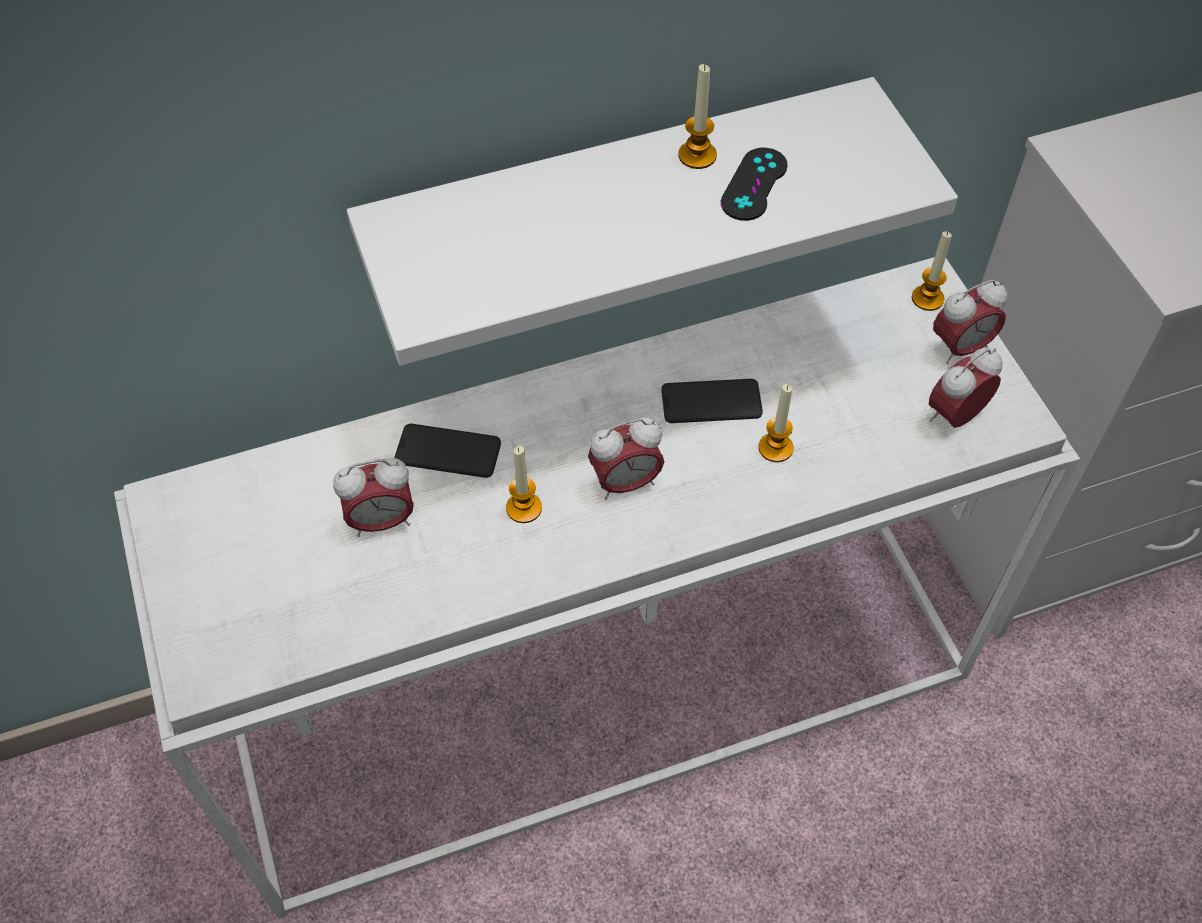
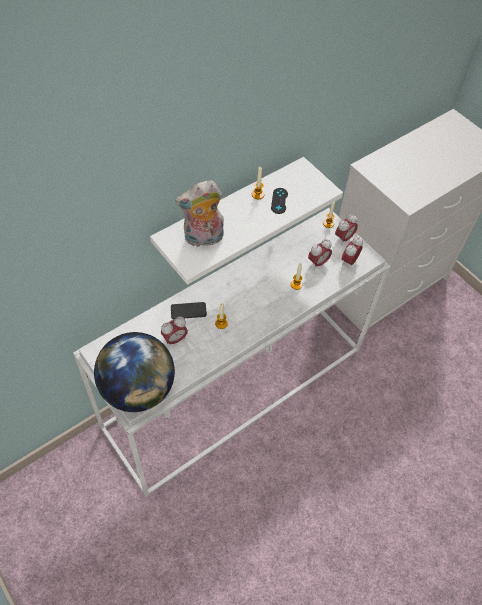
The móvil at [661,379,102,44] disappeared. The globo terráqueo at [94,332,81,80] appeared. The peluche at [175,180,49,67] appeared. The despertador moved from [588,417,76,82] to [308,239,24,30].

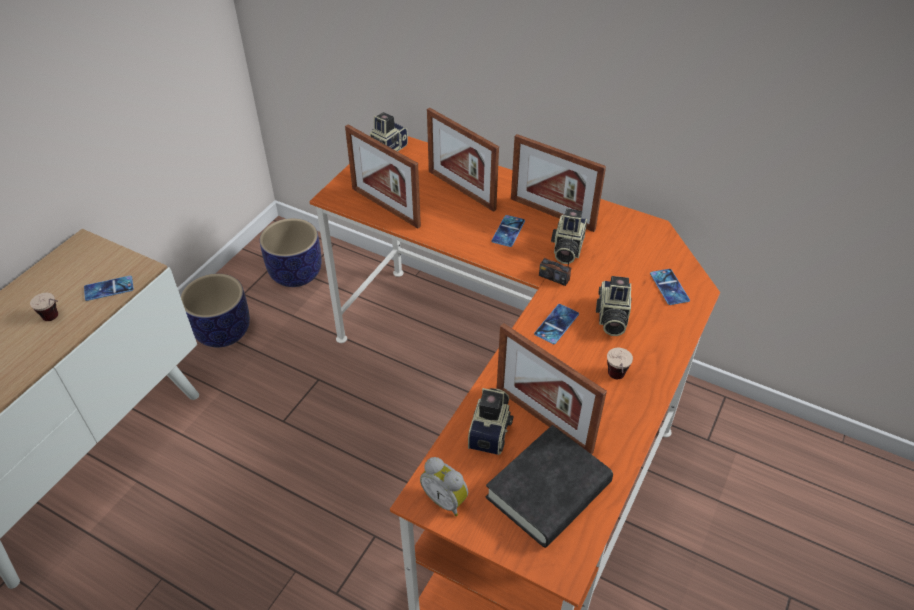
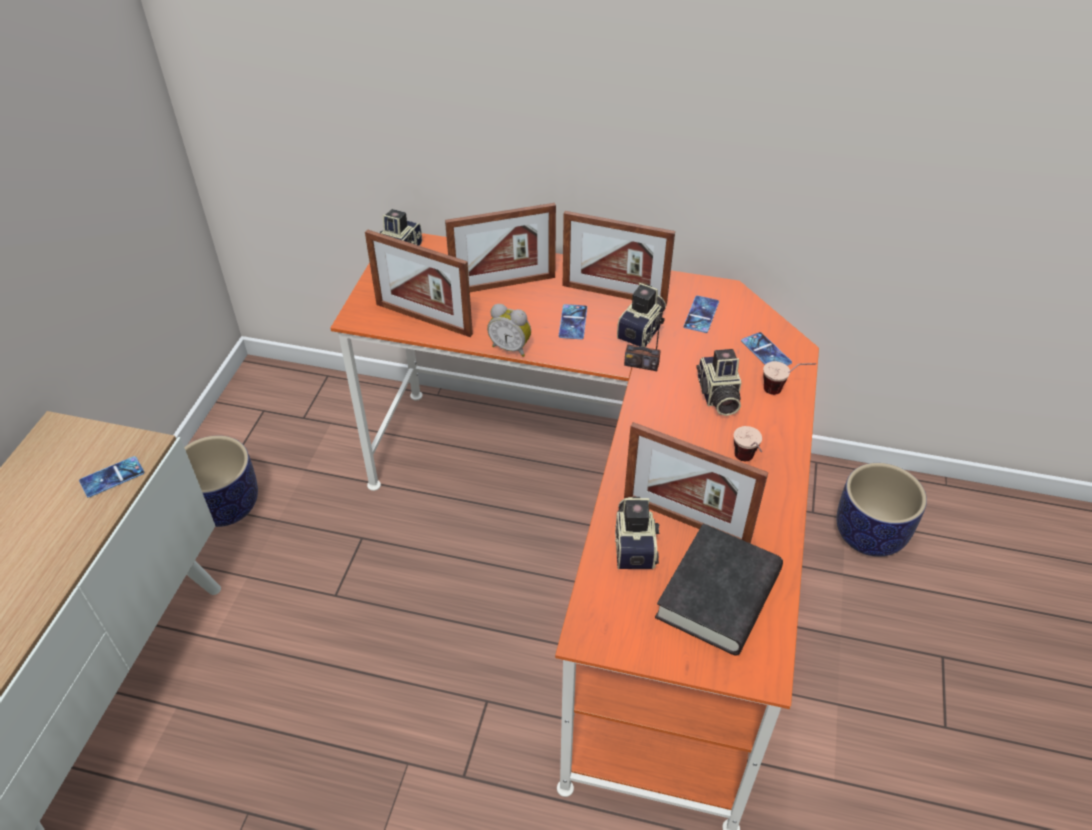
The taza moved from [30,293,28,28] to [763,361,53,34]. The maceta moved from [260,218,61,69] to [836,463,91,94]. The despertador moved from [420,457,48,59] to [487,304,44,53]. The móvil moved from [534,304,45,40] to [684,296,35,37]. The portarretratos at [427,108,72,104] turned 45 degrees counterclockwise. The cámara at [551,208,36,56] turned 150 degrees counterclockwise.

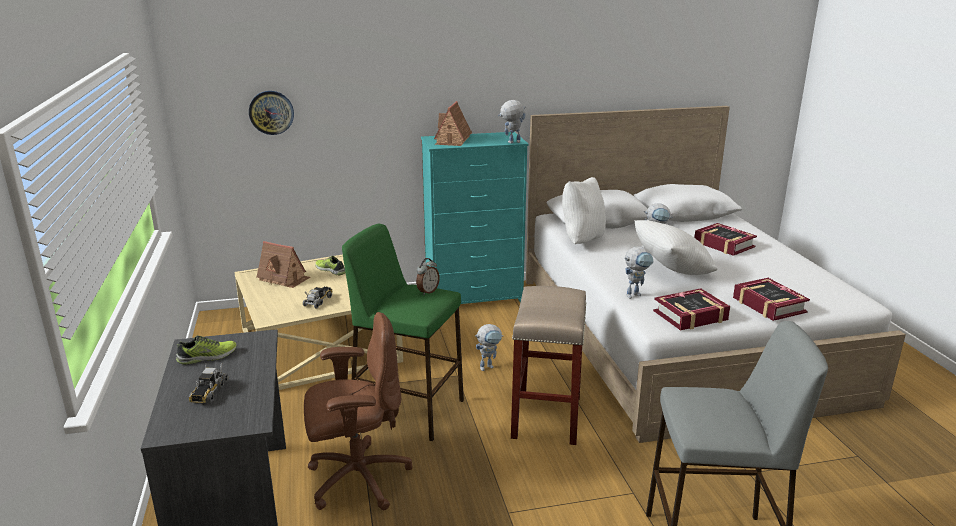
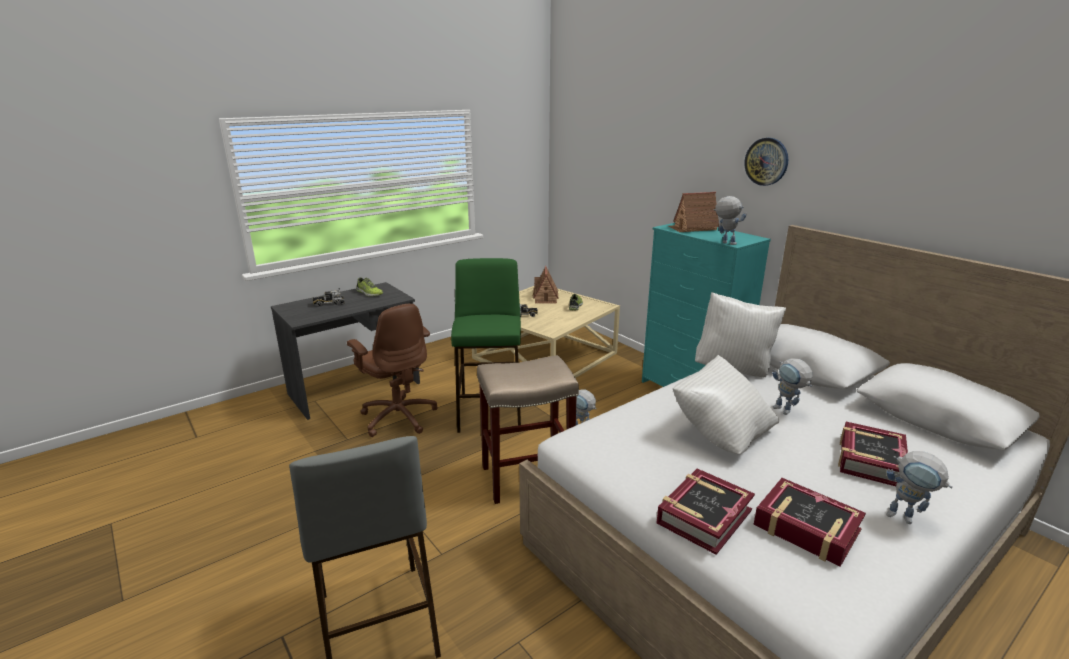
The despertador at [416,258,24,37] disappeared. The reloj de pared moved from [249,91,45,44] to [744,138,44,48]. The robot de juguete moved from [624,246,30,53] to [886,451,67,73]. The libro moved from [653,288,77,43] to [753,478,113,89].

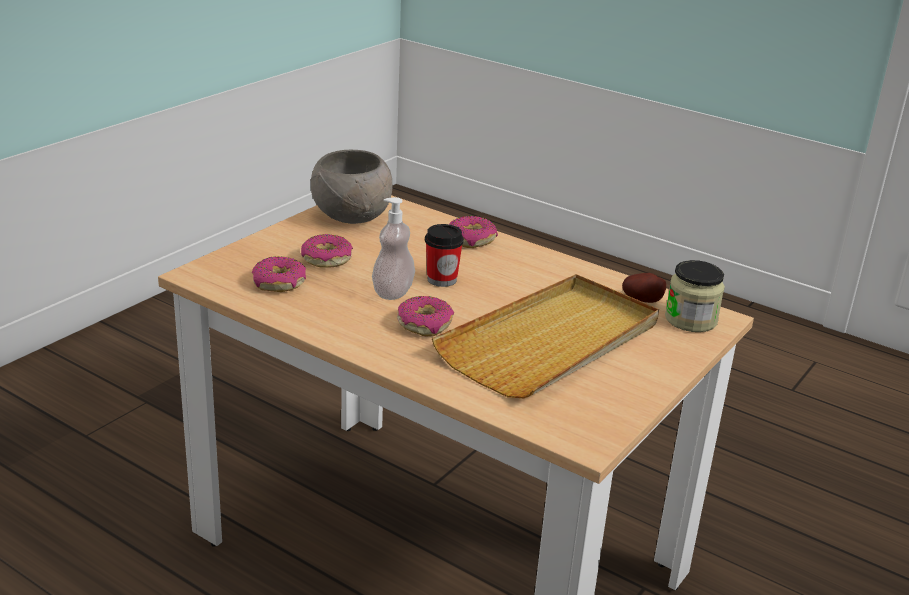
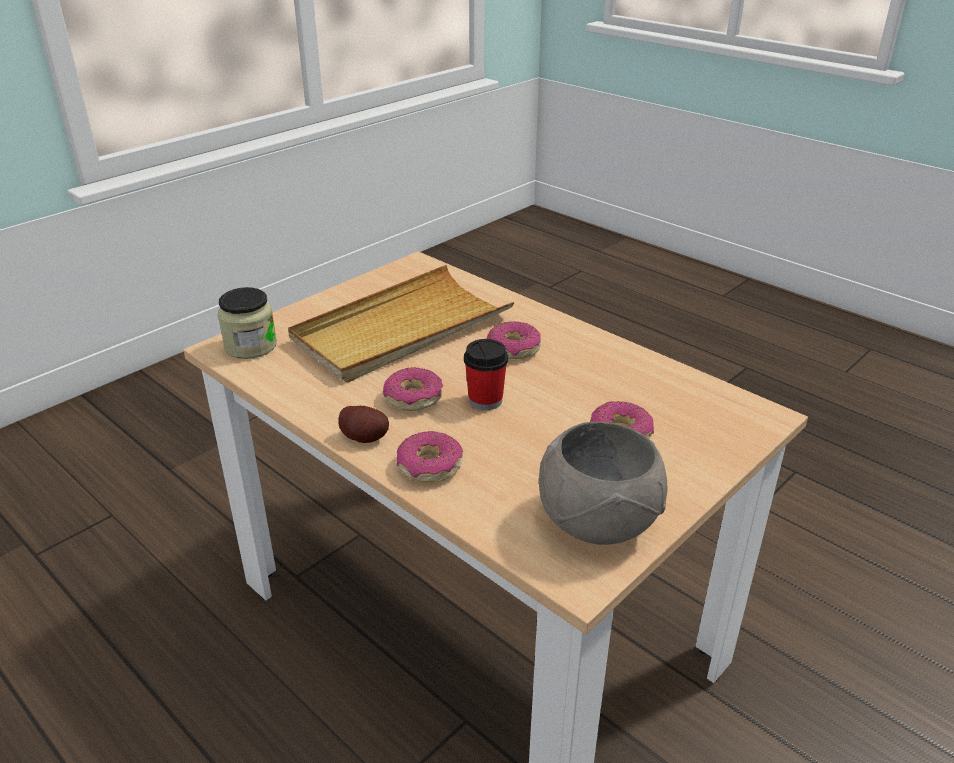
The dispensador de jabón at [372,197,43,103] disappeared. The rosquilla moved from [252,256,54,36] to [383,367,60,44]. The patata moved from [622,273,44,30] to [338,406,51,37].

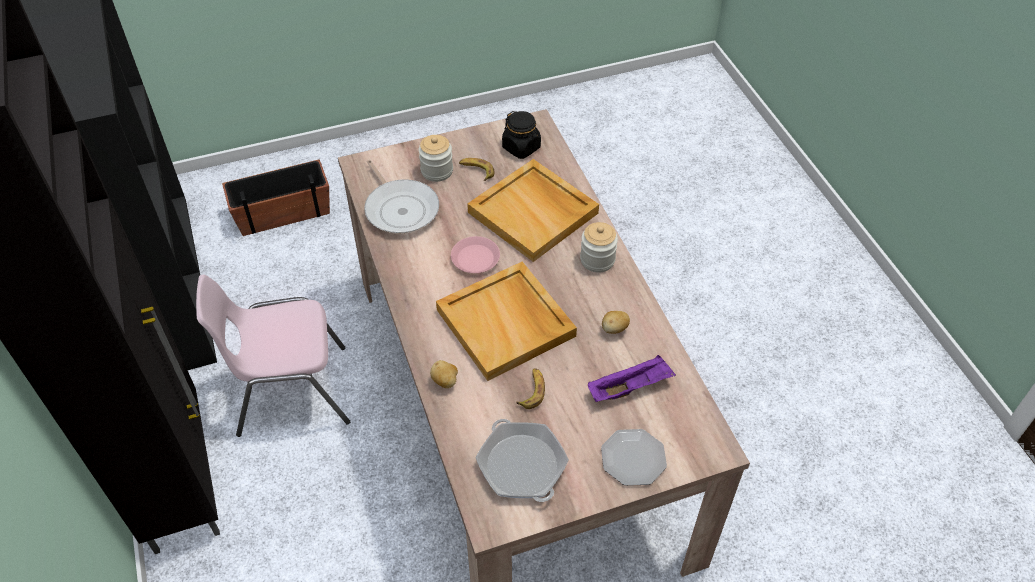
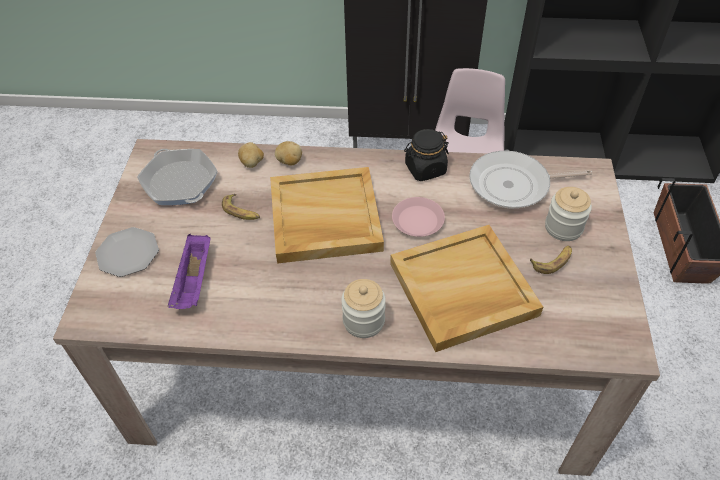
The tarro/negro moved from [502,111,39,48] to [404,129,45,52]. The patata moved from [602,311,28,23] to [238,142,26,26]. The sartén at [476,419,93,83] turned 120 degrees counterclockwise.

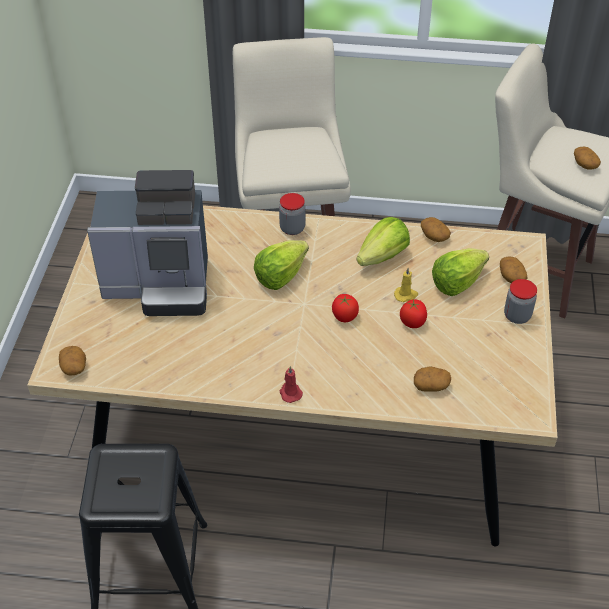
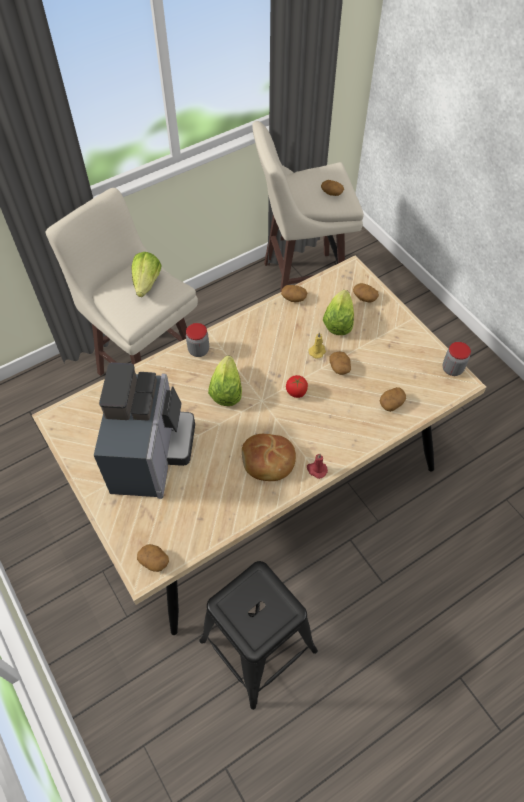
The pan at [242,434,54,47] appeared. The lechuga moved from [356,217,54,49] to [131,252,31,45]. The tarro moved from [504,279,33,45] to [443,342,28,34]. The tomate at [400,299,27,29] was replaced by the patata at [330,352,21,23]. The cafetera at [87,170,121,146] turned 45 degrees counterclockwise.

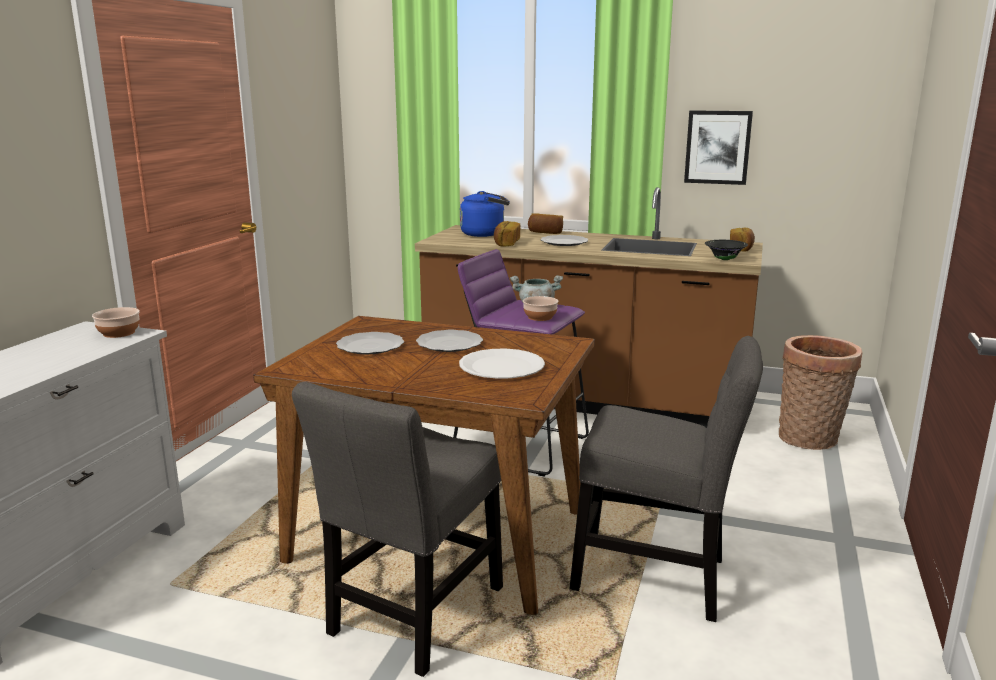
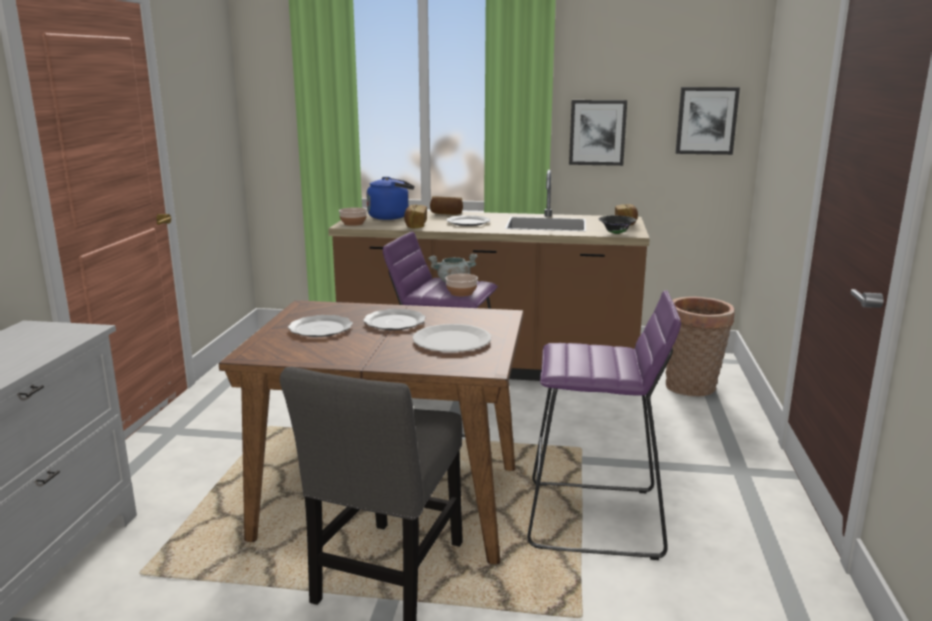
The cuadro at [676,87,64,68] appeared. The cuenco moved from [92,307,48,31] to [339,207,28,19]. The silla/gris at [569,336,194,286] was replaced by the taburete/morado at [527,290,154,270].

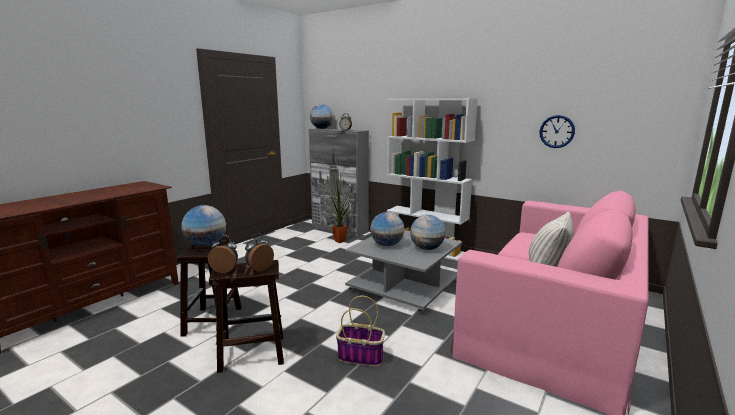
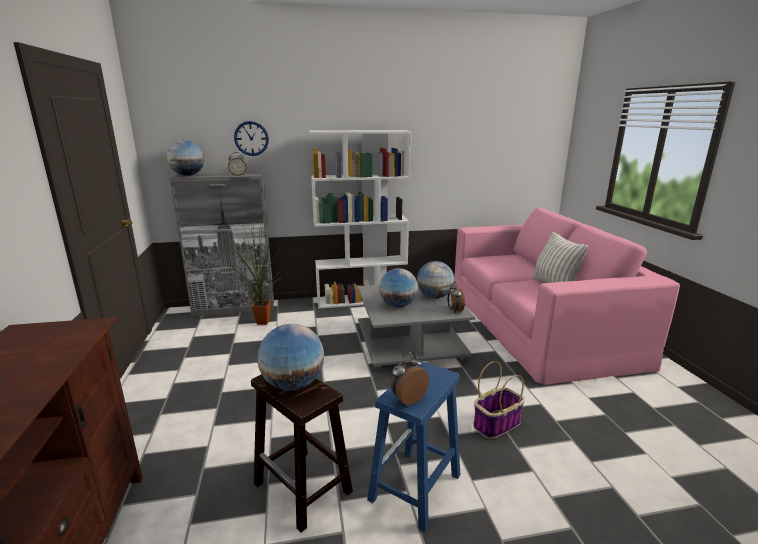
The despertador moved from [245,234,29,38] to [448,282,17,31]. The reloj de pared moved from [539,115,36,33] to [234,121,35,35]. The taburete/marrón at [209,260,75,113] became the taburete/azul at [367,361,93,171].

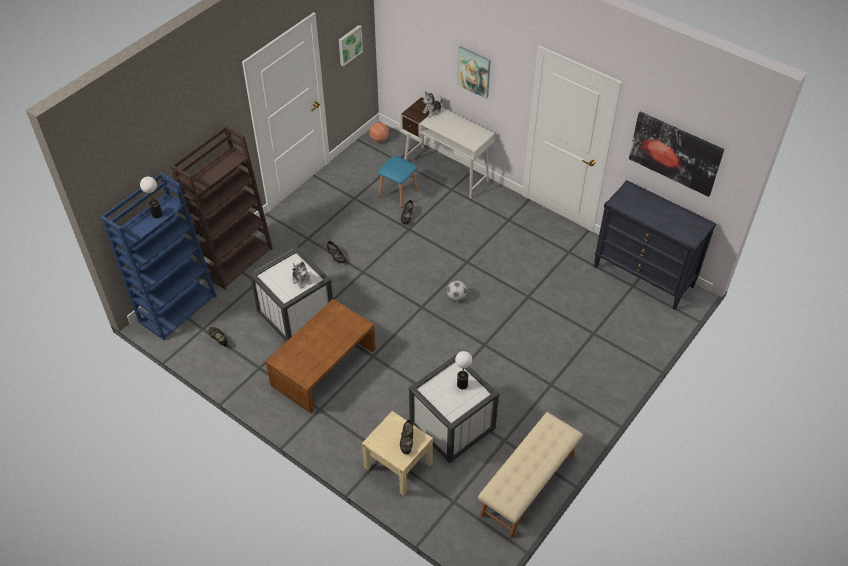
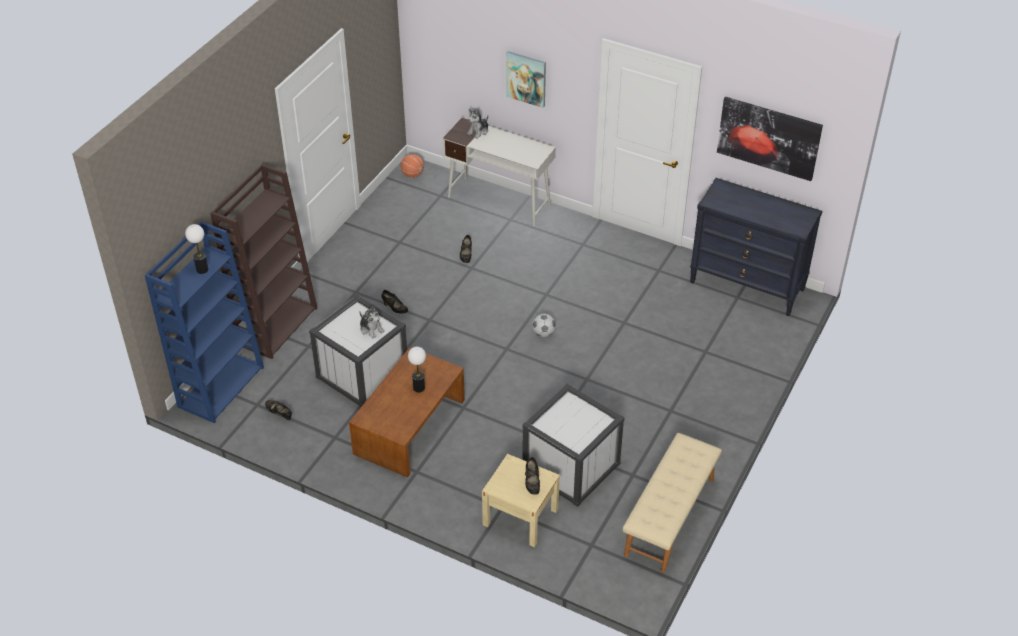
The cuadro at [339,25,24,41] disappeared. The taburete/azul at [378,156,40,52] disappeared. The lámpara de mesa moved from [455,351,17,38] to [408,347,18,46].

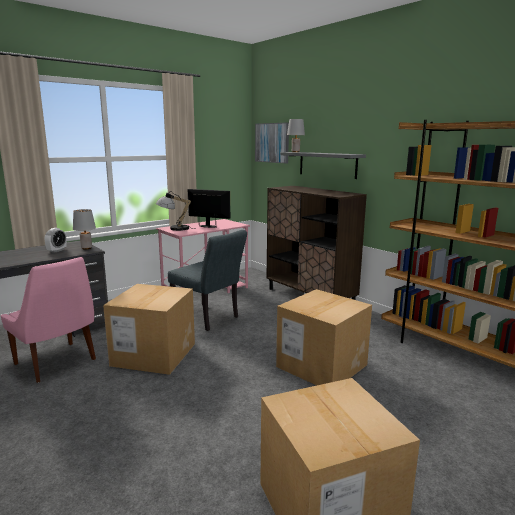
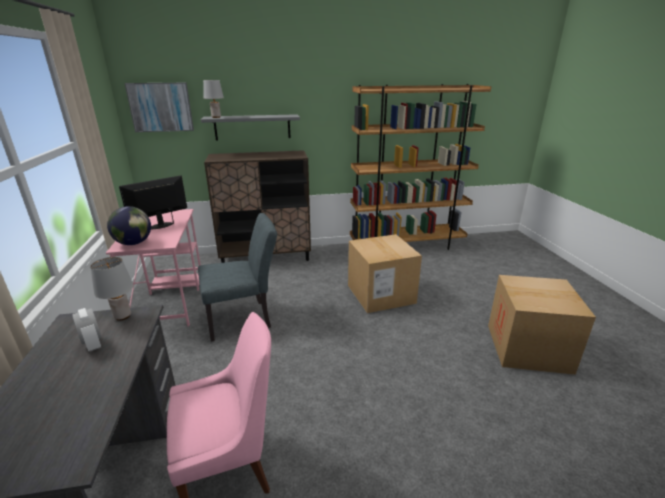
The caja de cartón at [103,284,92,91] disappeared. The lámpara de mesa at [156,191,40,40] was replaced by the globo terráqueo at [107,206,44,39].

